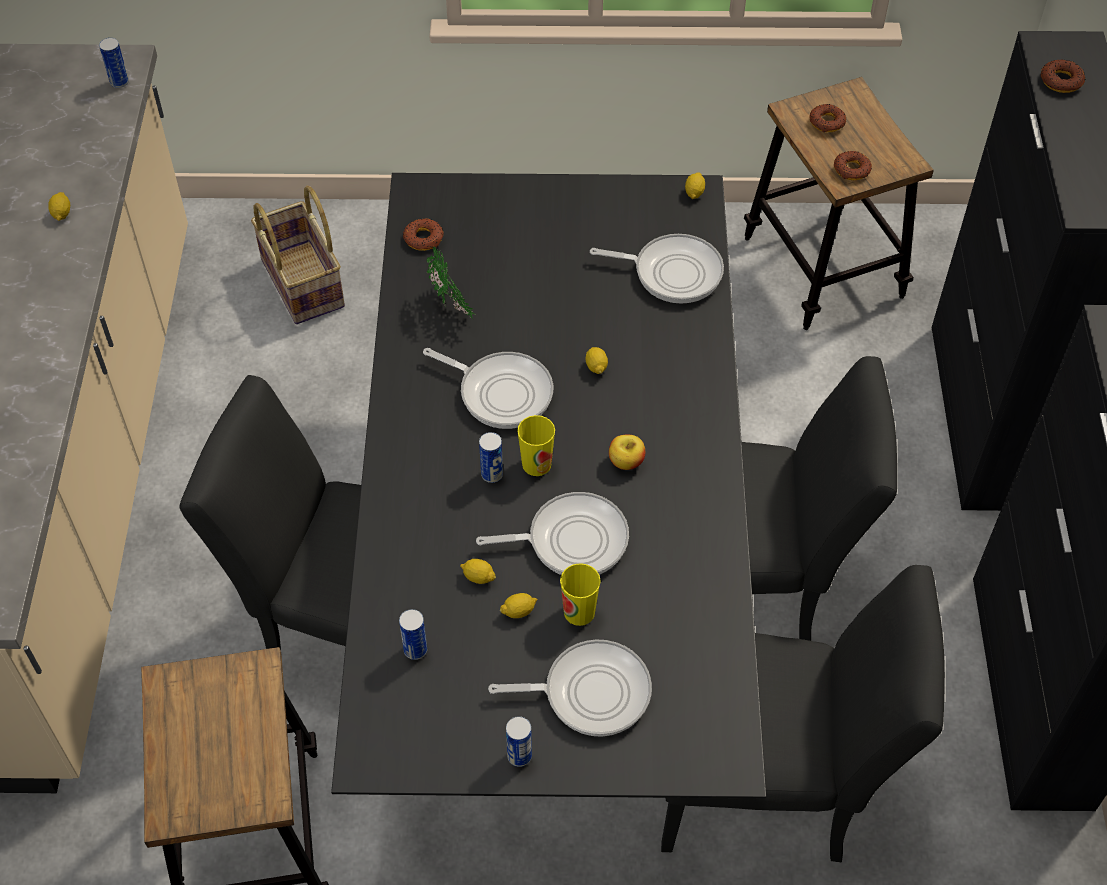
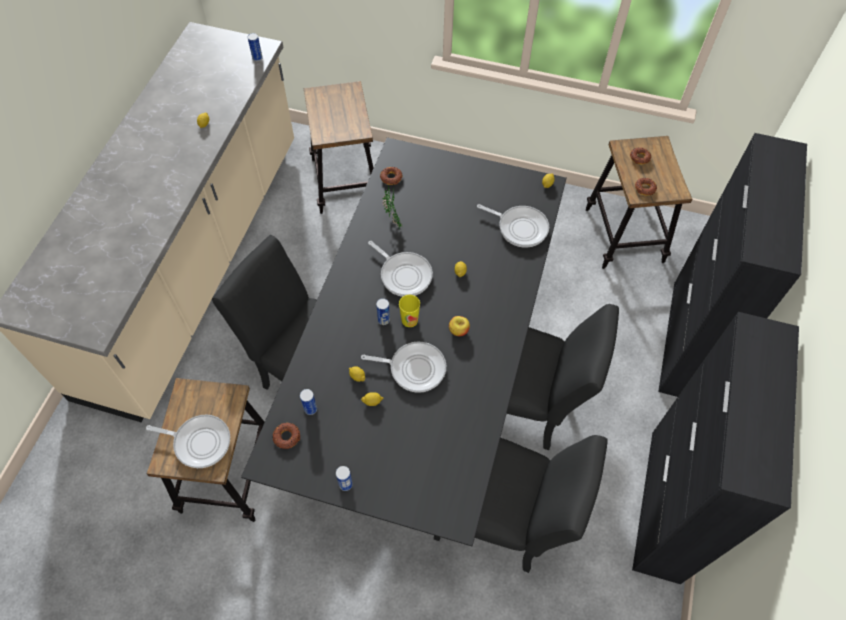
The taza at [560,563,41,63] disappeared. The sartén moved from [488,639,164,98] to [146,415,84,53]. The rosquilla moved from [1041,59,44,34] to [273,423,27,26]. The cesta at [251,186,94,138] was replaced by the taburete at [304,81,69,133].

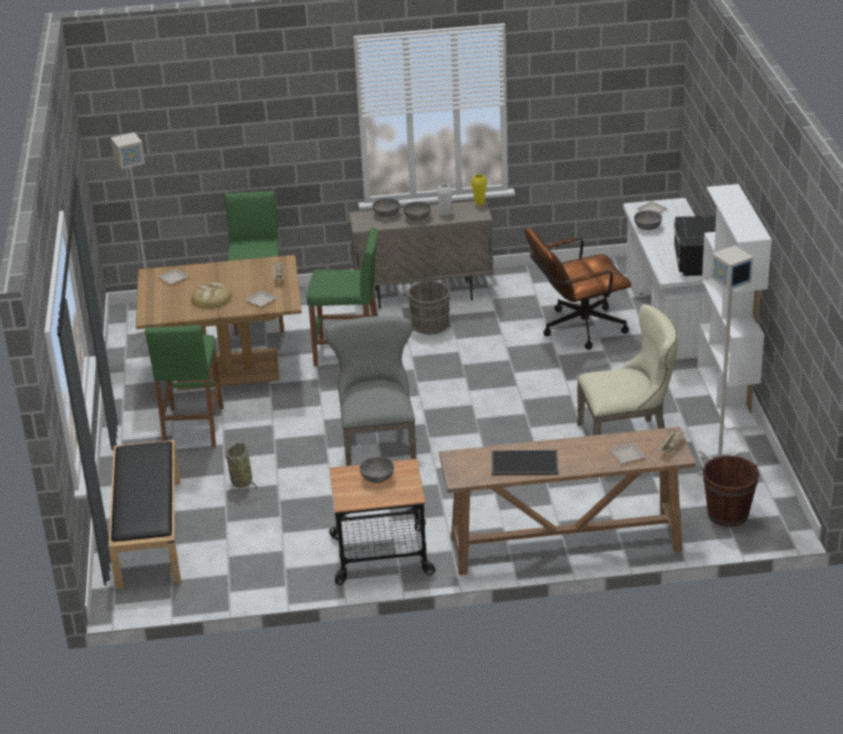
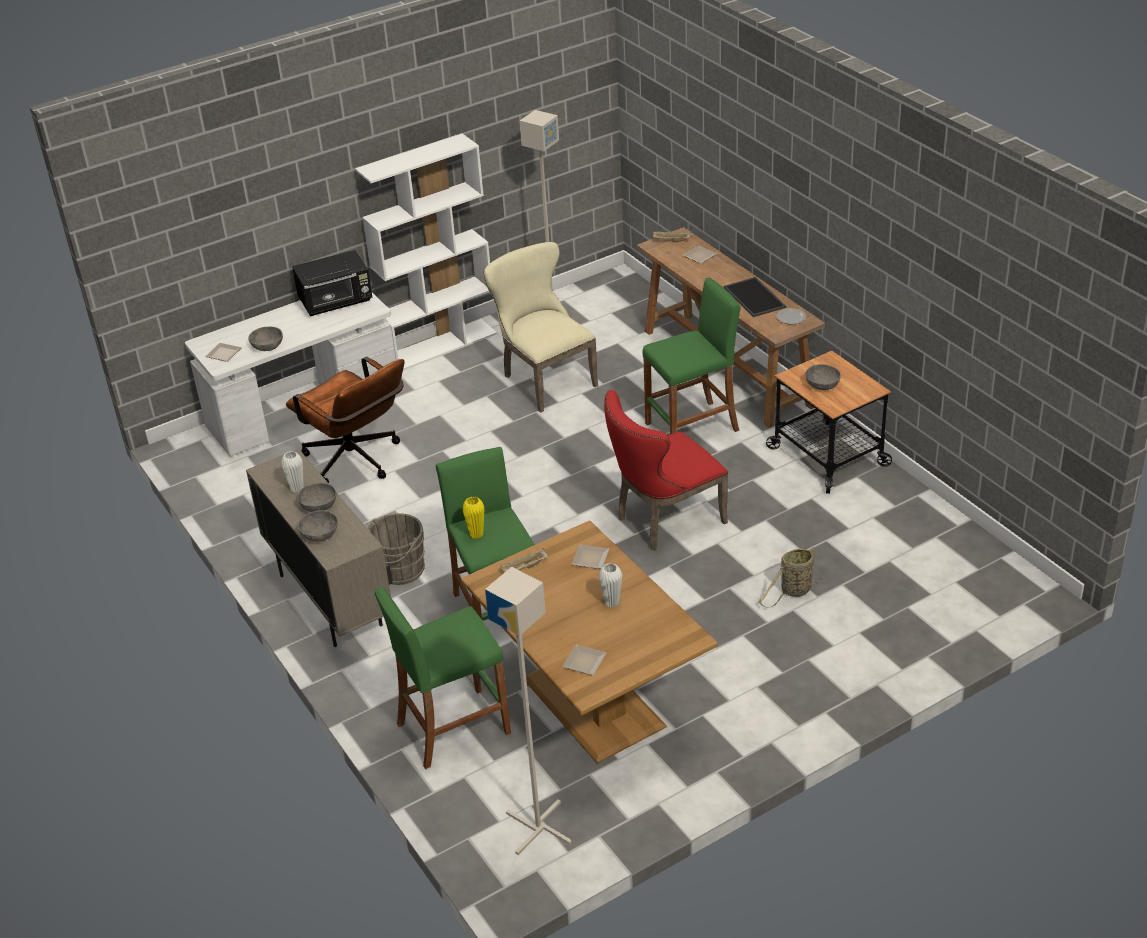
The banco/negro at [108,440,73,149] disappeared. The cubo/marrón at [703,456,56,71] disappeared. The plato at [777,308,29,16] appeared. The taburete/verde moved from [145,325,78,122] to [643,277,98,157]. The florero/amarillo moved from [472,174,15,32] to [463,496,21,43]. The pan at [191,283,41,24] was replaced by the florero/blanco at [599,563,24,45]. The silla/gris at [325,316,91,150] became the silla/rojo at [604,390,124,161].

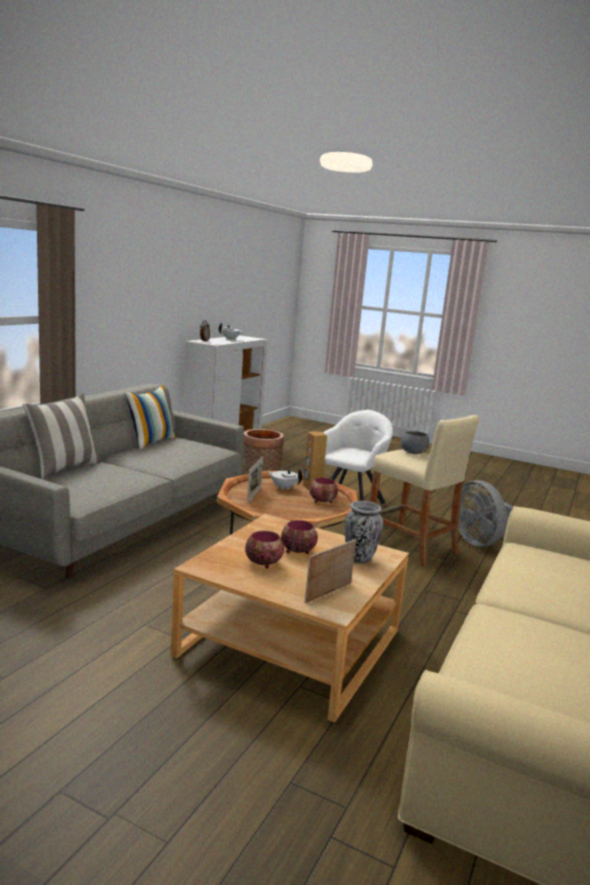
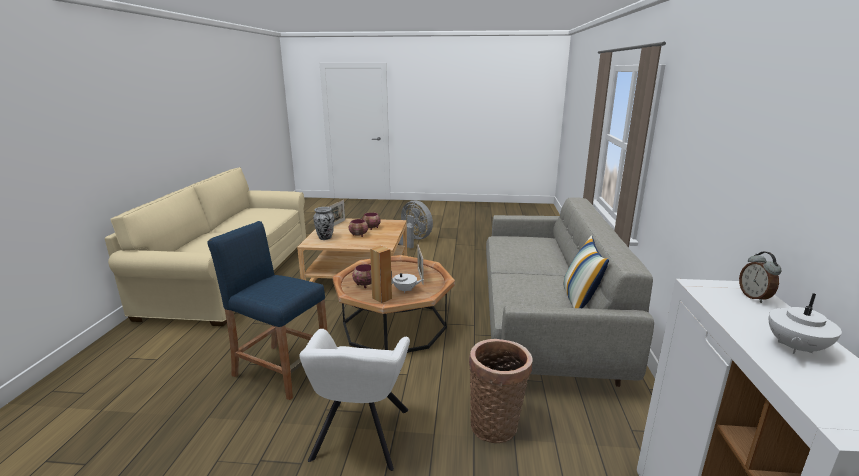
The cojín at [22,393,79,87] disappeared. The cuenco/gris at [401,431,28,23] disappeared. The ventilador/gris moved from [458,480,55,67] to [399,201,34,47]. The taburete/beis at [370,415,109,152] became the taburete/azul at [207,221,121,179].

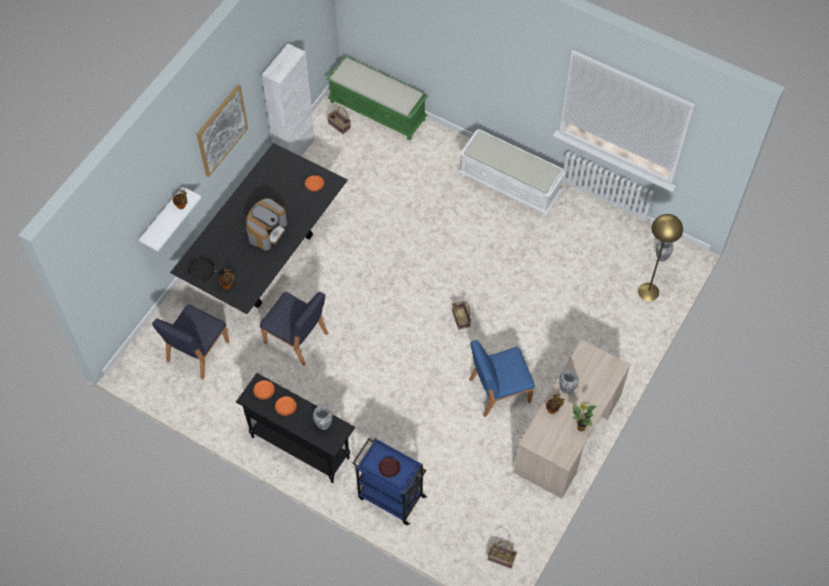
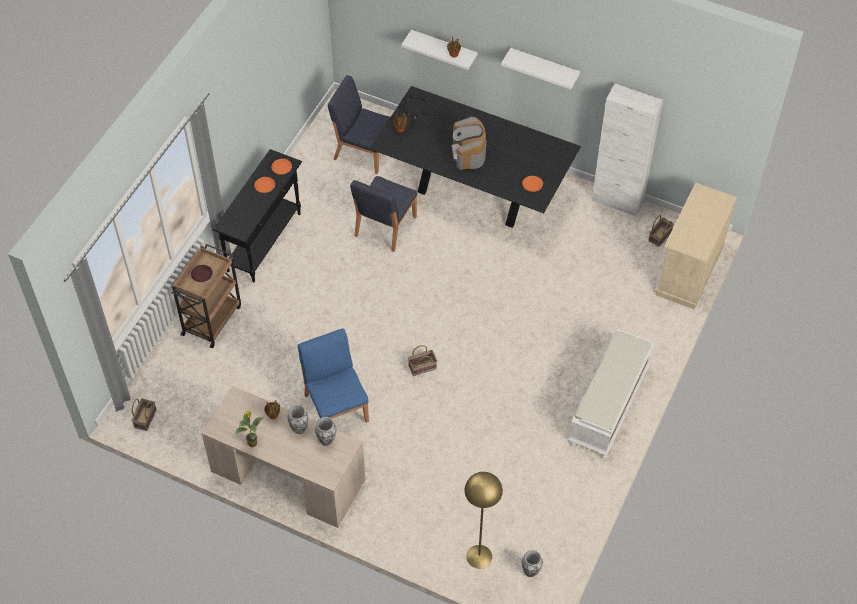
The florero moved from [313,405,19,25] to [315,417,21,29]. The cuadro at [197,84,51,93] was replaced by the estante/blanco at [501,48,79,41]. The banco/verde at [326,55,102,85] was replaced by the armario/beis at [656,182,81,128]. The carrito/azul at [352,438,75,87] became the carrito/marrón at [171,244,70,104]. The cafetera at [246,198,41,52] turned 60 degrees clockwise.

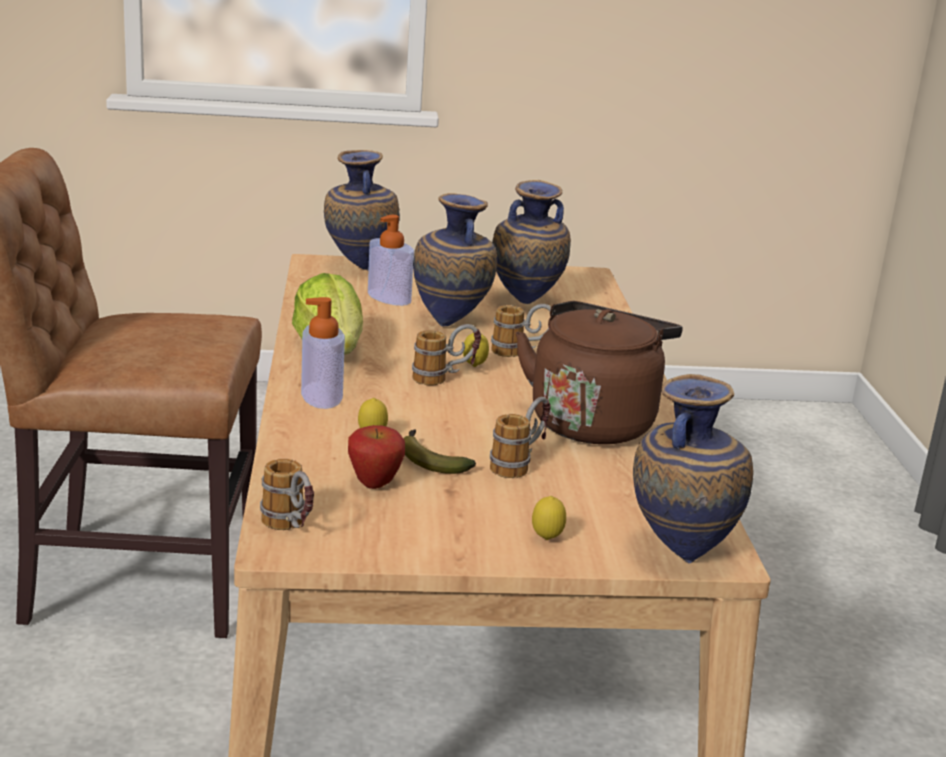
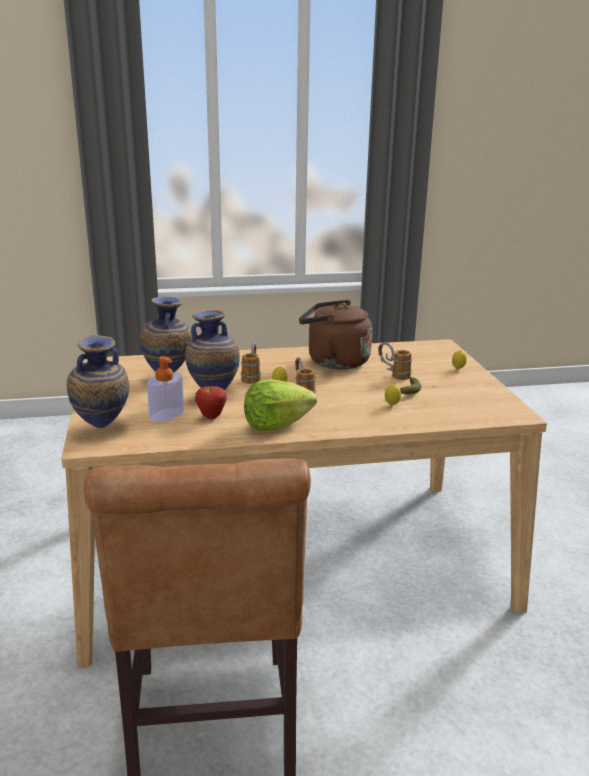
The taza grande at [260,459,54,71] disappeared. The dispensador de jabón at [301,297,44,112] disappeared. The florero at [633,374,121,189] disappeared. The manzana moved from [348,425,57,64] to [195,386,32,33].

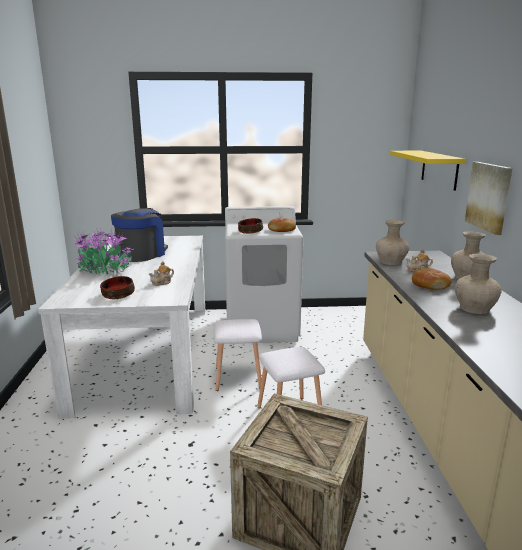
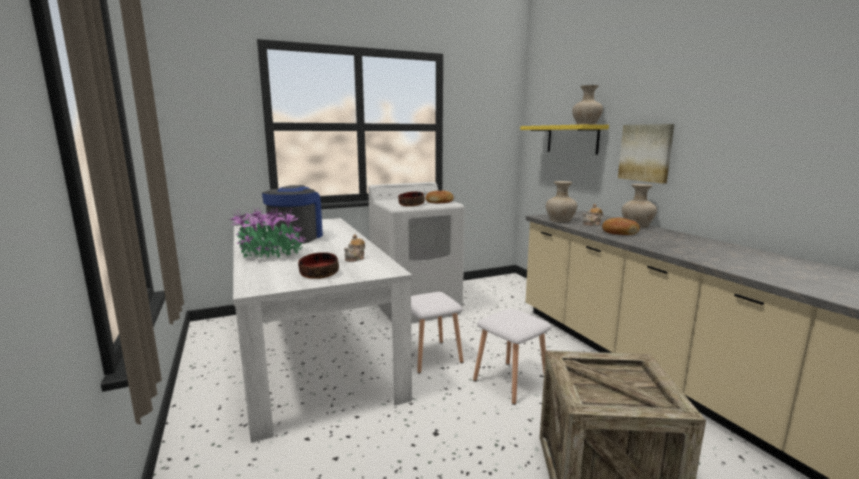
The florero/beis moved from [455,253,47,61] to [572,85,31,40].

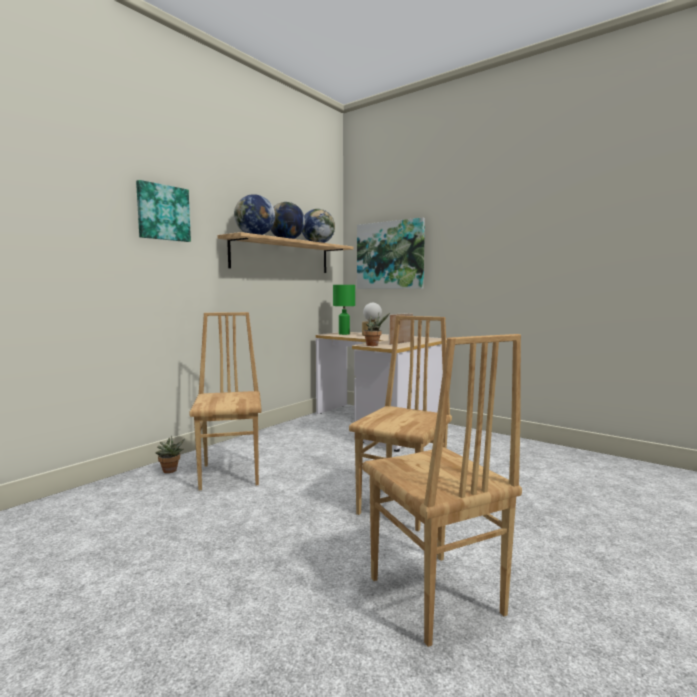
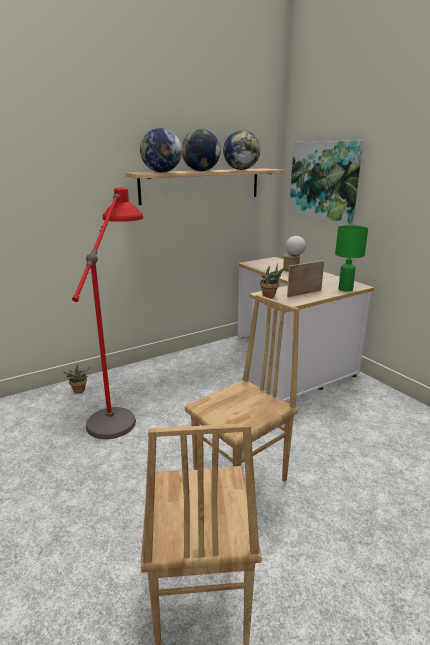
The cuadro at [136,180,55,62] disappeared. The lámpara de mesa/verde moved from [333,285,22,50] to [335,225,33,67]. The silla/marrón at [189,312,72,178] was replaced by the lámpara de pie/rojo at [72,187,71,252].

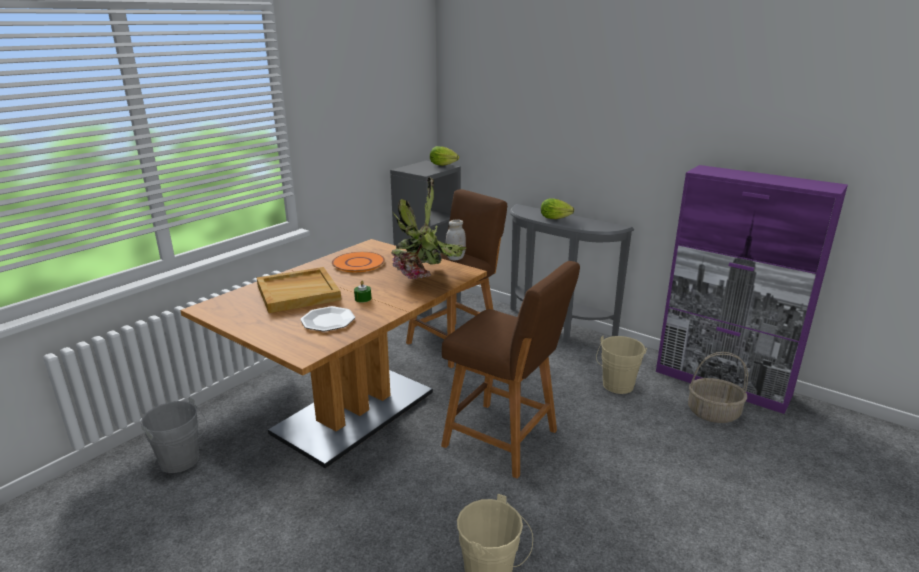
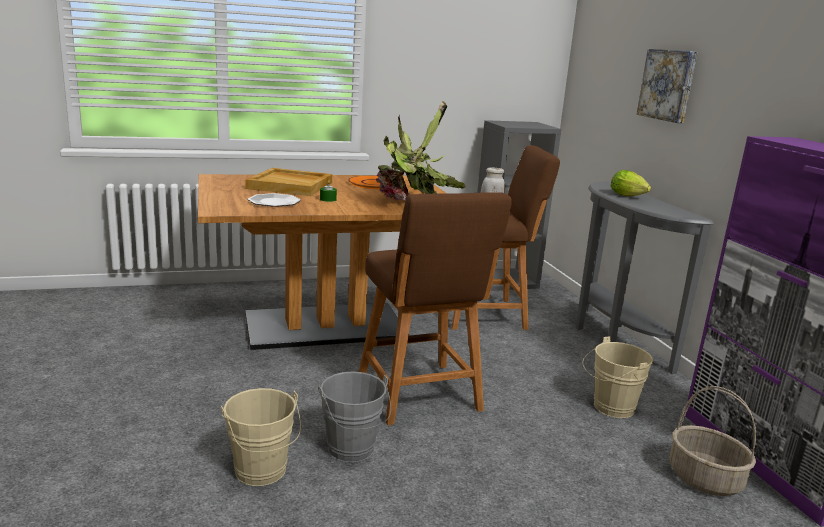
The lechuga at [430,146,29,20] disappeared. The cuadro at [637,49,60,74] appeared. The cubo/gris moved from [141,397,66,76] to [318,372,73,90].

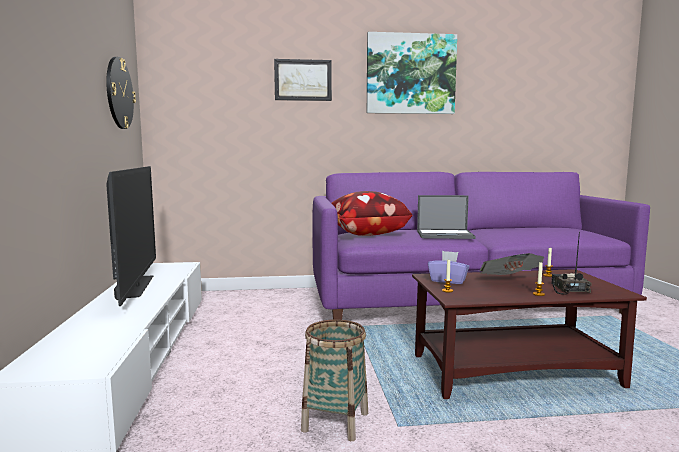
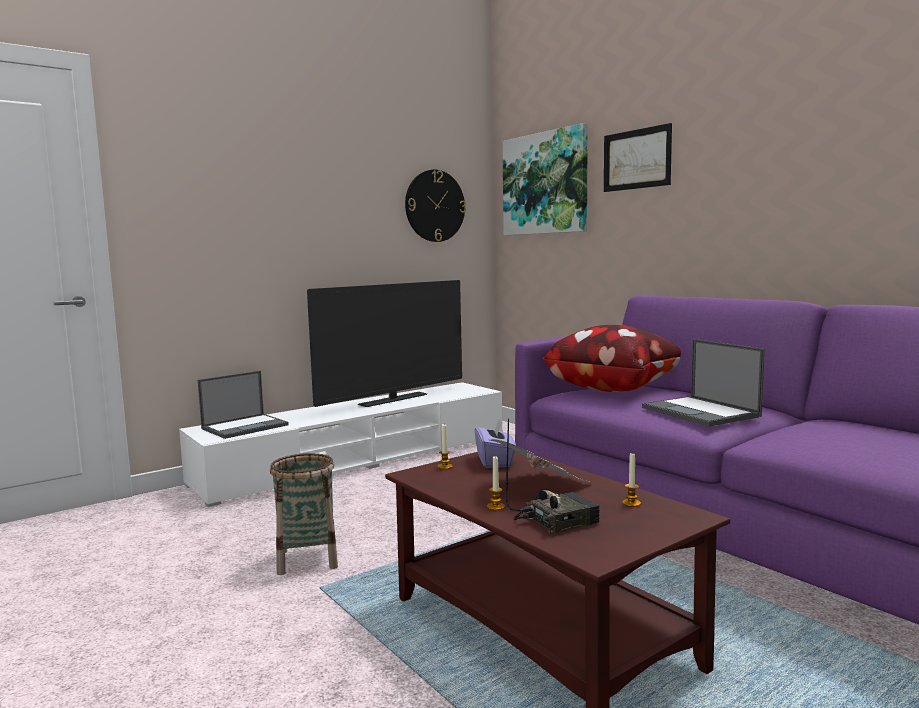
The portátil at [198,371,91,68] appeared. The cuadro moved from [367,32,90,82] to [502,123,86,112].

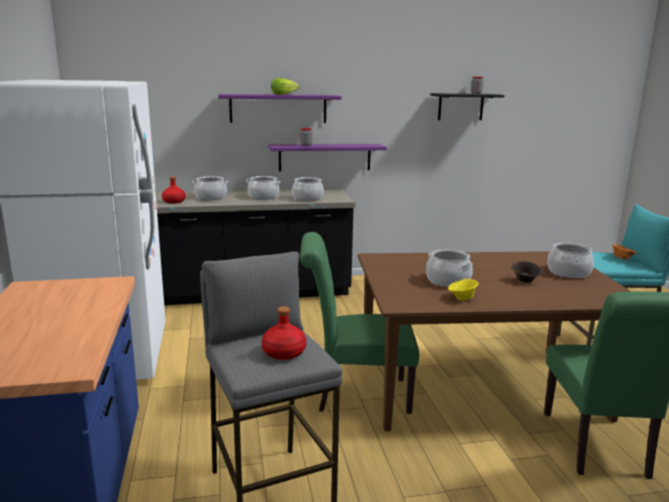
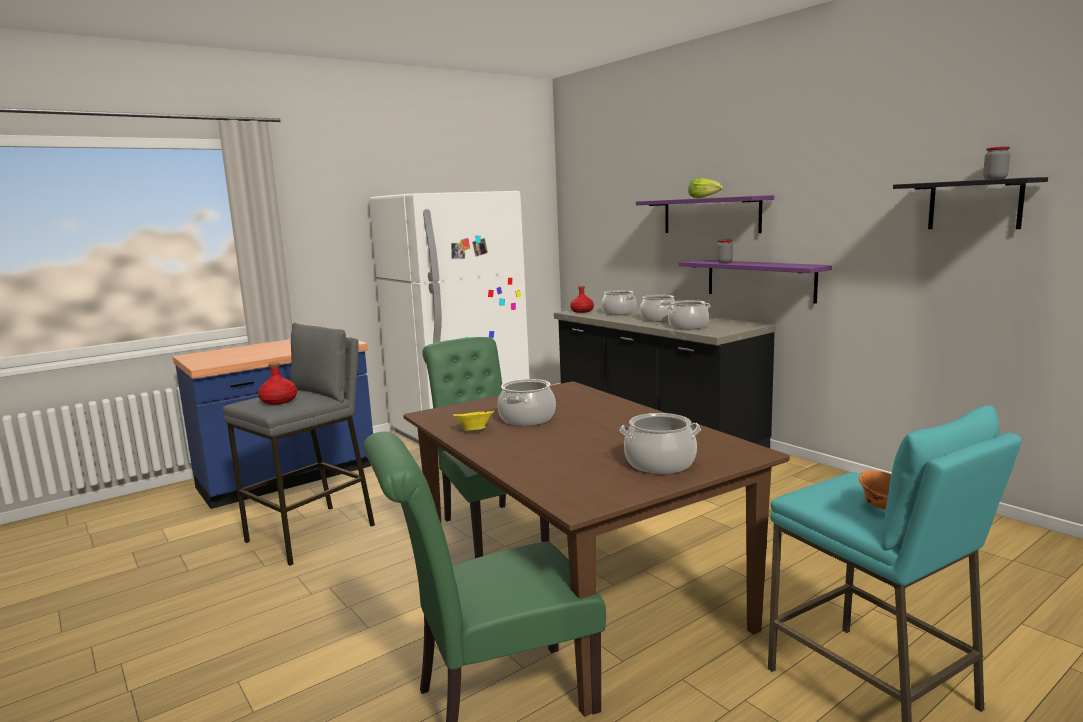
The cuenco/marrón at [511,261,32,22] disappeared.

